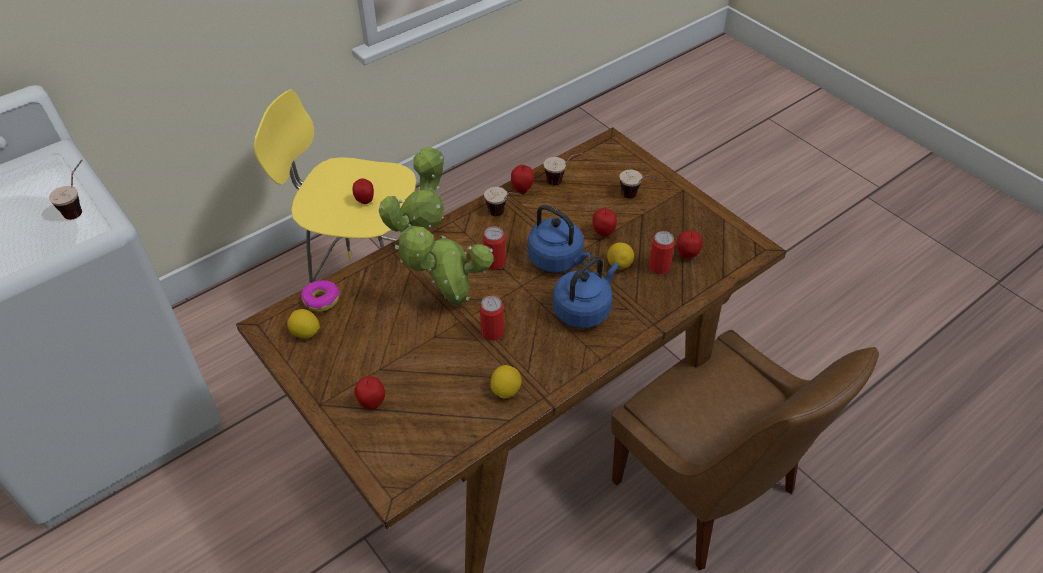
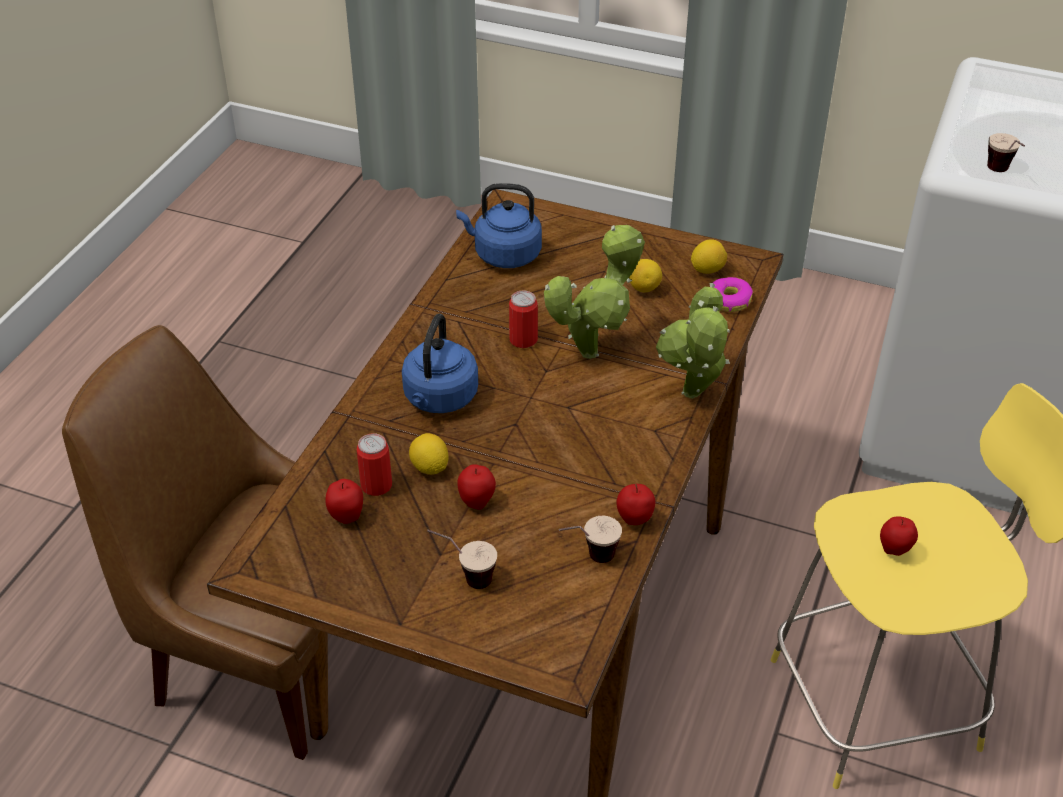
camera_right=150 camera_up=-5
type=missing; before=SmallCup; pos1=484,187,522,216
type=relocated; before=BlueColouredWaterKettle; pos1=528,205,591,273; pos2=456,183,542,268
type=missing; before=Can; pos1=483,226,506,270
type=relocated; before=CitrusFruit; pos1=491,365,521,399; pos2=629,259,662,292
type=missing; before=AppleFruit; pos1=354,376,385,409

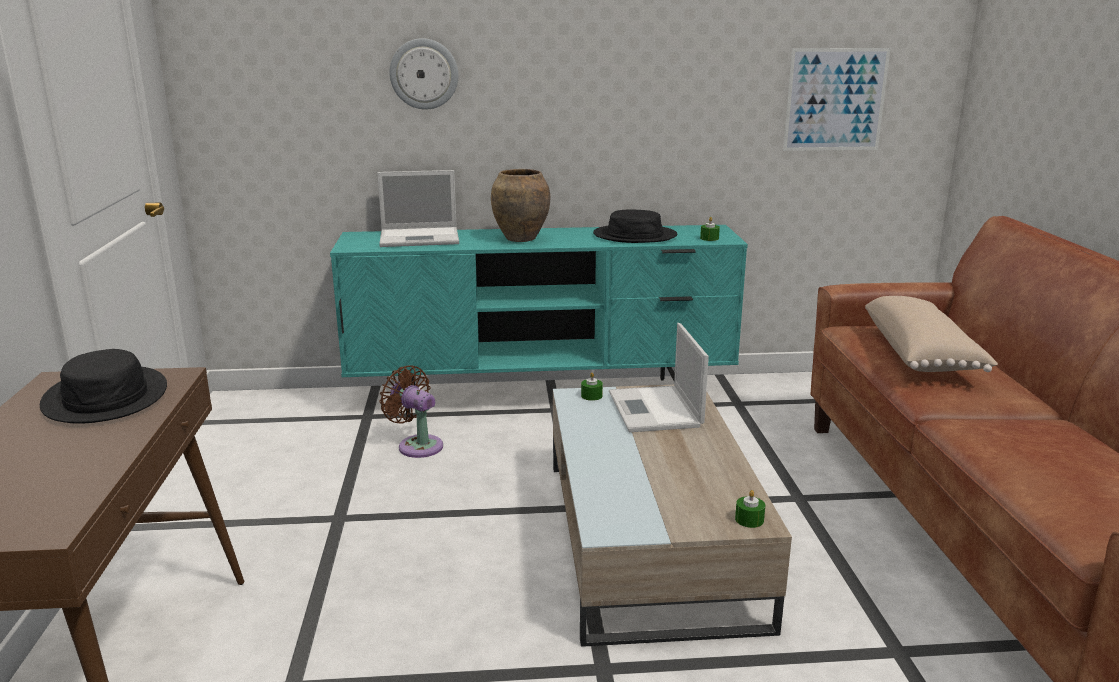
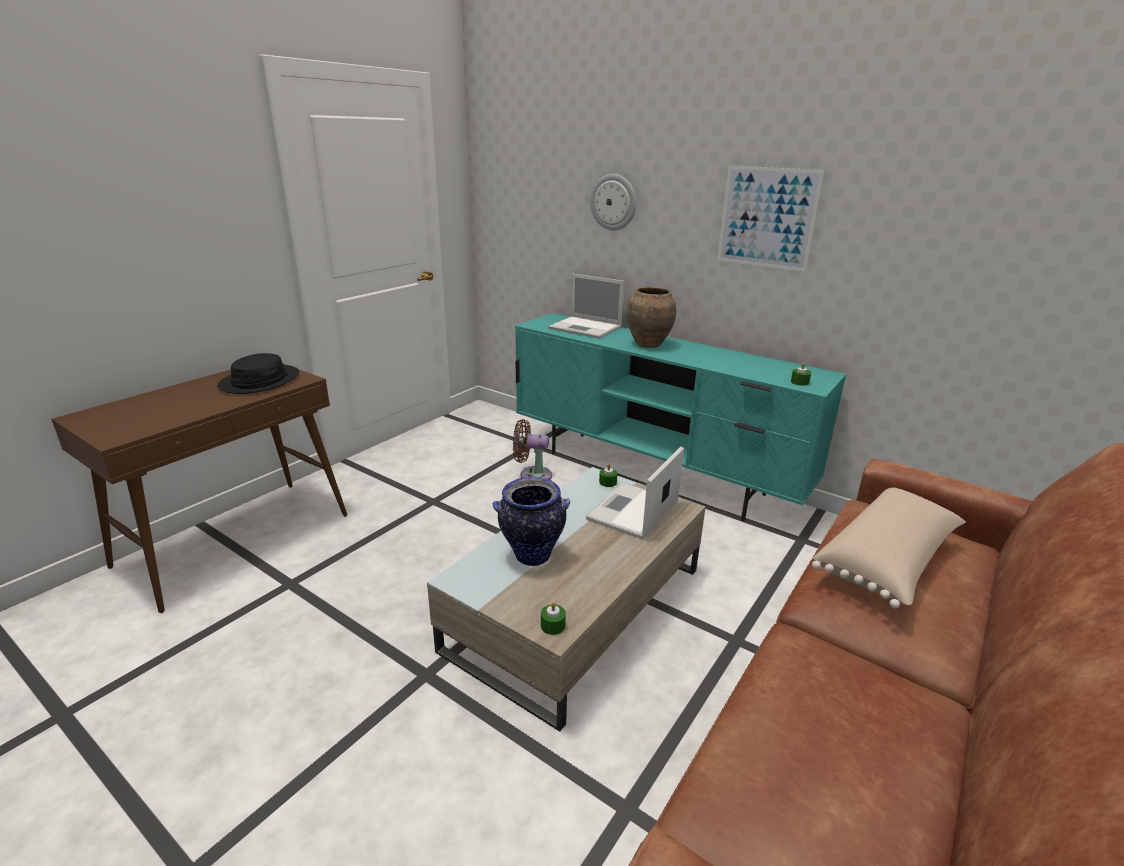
camera_right=40 camera_up=5
type=relocated; before=WallArt; pos1=783,48,891,151; pos2=717,166,825,272
type=missing; before=BlackishWearableHat; pos1=593,209,677,243
type=spun; before=BrownFan; pos1=379,365,443,458; pos2=513,419,552,480; turn=-75
type=appeared; after=Vase; pos2=493,477,570,566

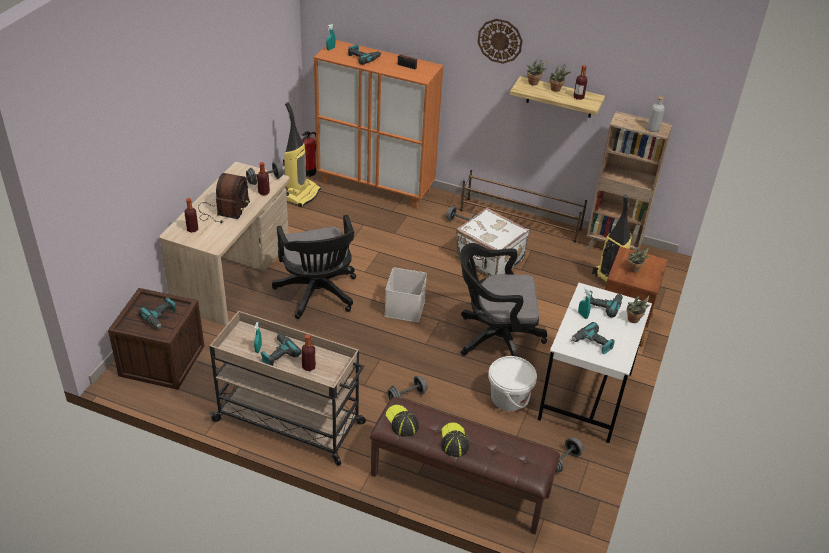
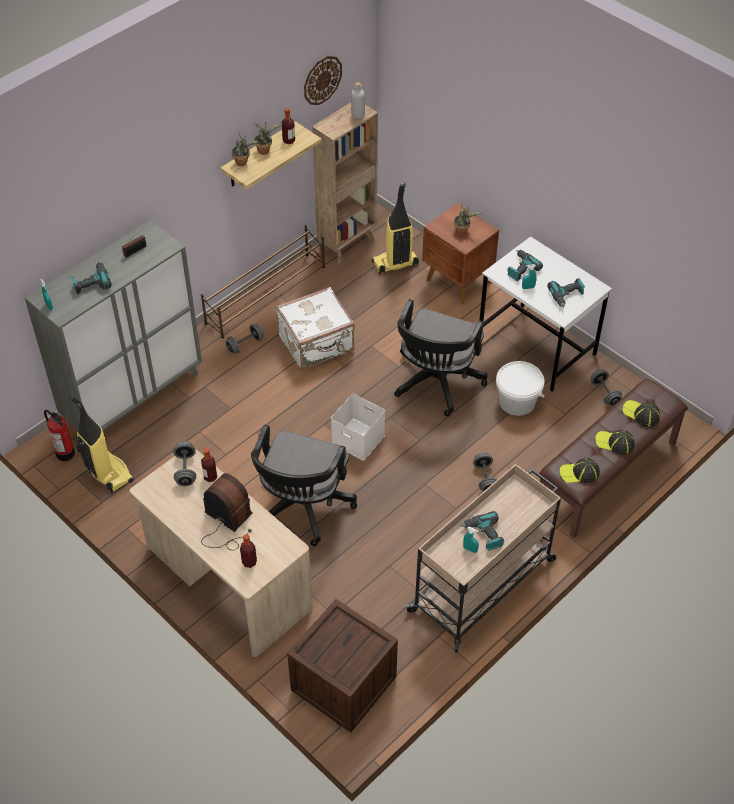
camera_right=-65 camera_up=10
type=relocated; before=WallClock; pos1=478,19,523,64; pos2=304,56,342,105
type=colour; before=OrangeyCabinet; after=GreyishCabinet; pos1=314,40,443,209; pos2=25,220,202,430
type=spun; before=BlackishDeskChair; pos1=272,215,356,319; pos2=251,425,357,546; turn=105
type=missing; before=PlantInAPot; pos1=627,295,650,323
type=missing; before=PowerDrill; pos1=138,297,176,328
type=missing; before=BeverageBottle; pos1=301,334,316,371
type=appeared; after=PeakedCap; pos2=623,400,660,427

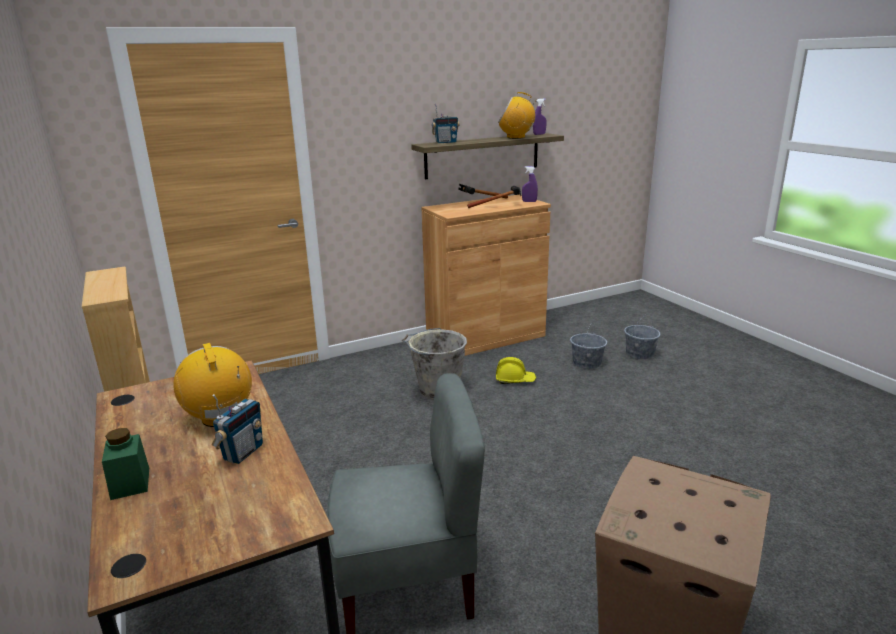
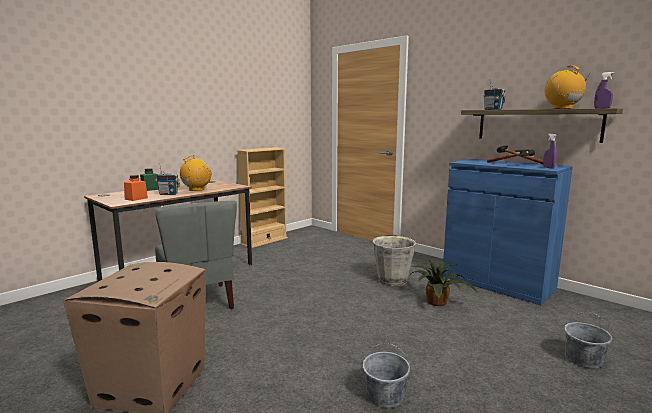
camera_right=70 camera_up=-10
type=colour; before=BrownCabinet; after=BlueColouredCabinet; pos1=421,195,551,356; pos2=443,159,573,305
type=relocated; before=GreyishBucket; pos1=570,323,607,369; pos2=363,343,410,408
type=exchanged; before=YellowHardHat; after=PlantInAPot; pos1=496,357,536,384; pos2=410,260,478,306
type=appeared; after=OrangeyStorageJar; pos2=124,175,148,201

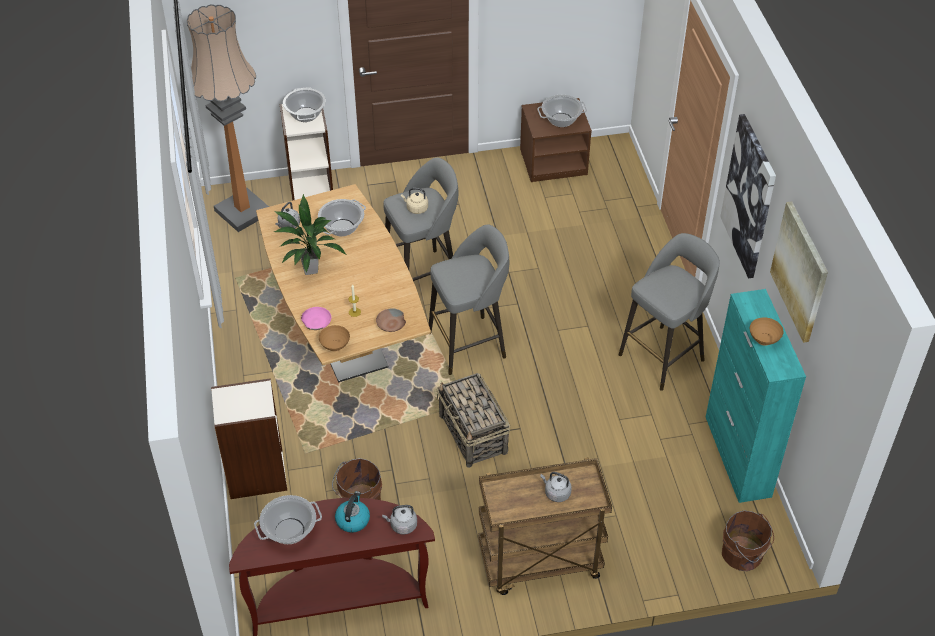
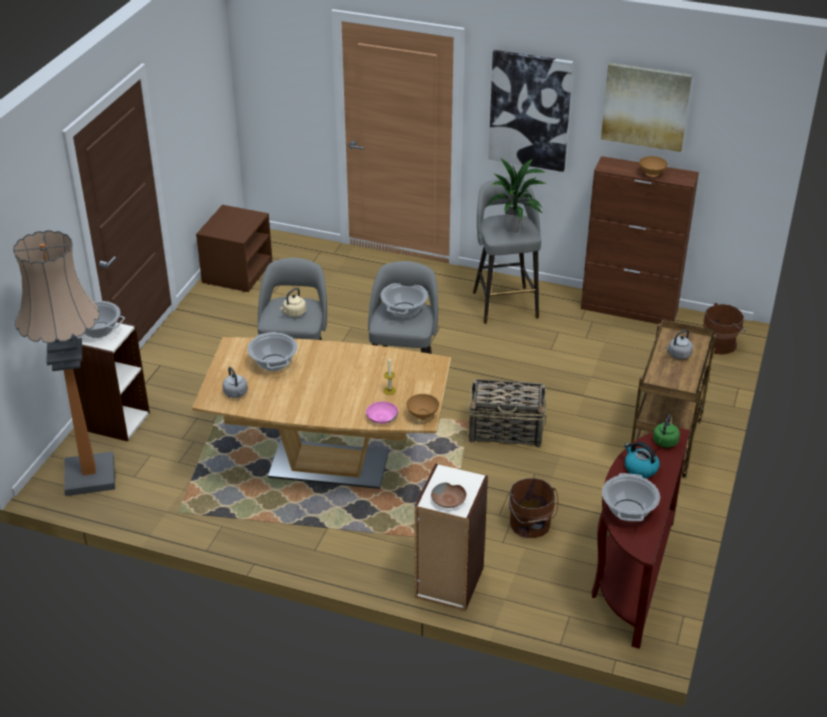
camera_right=-60 camera_up=-10
type=relocated; before=CookingPot; pos1=537,95,587,127; pos2=381,283,428,318
type=relocated; before=PlantInAPot; pos1=274,194,347,275; pos2=486,157,546,233
type=colour; before=BlueGreenCabinet; after=BrownCabinet; pos1=706,289,806,503; pos2=581,156,699,324
type=relocated; before=BrownServingBowl; pos1=376,308,406,332; pos2=431,482,466,508
type=colour; before=GreyishWaterKettle; after=GreenColouredWaterKettle; pos1=382,505,417,535; pos2=653,414,680,448

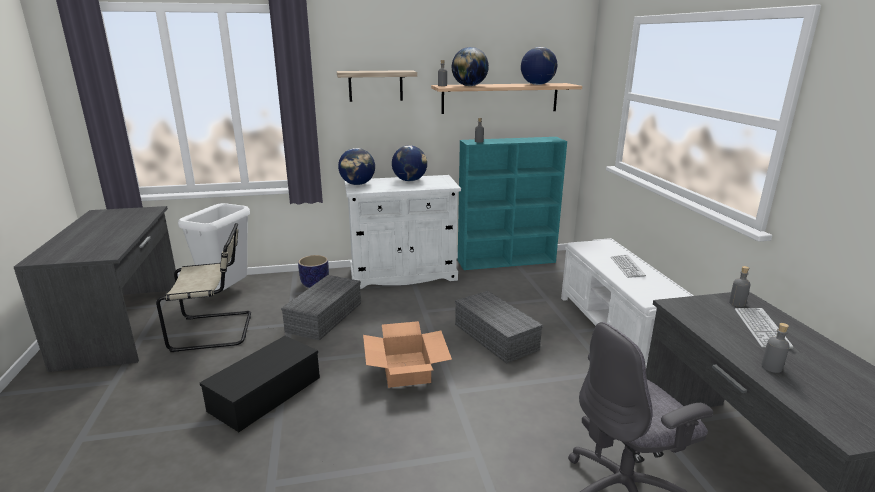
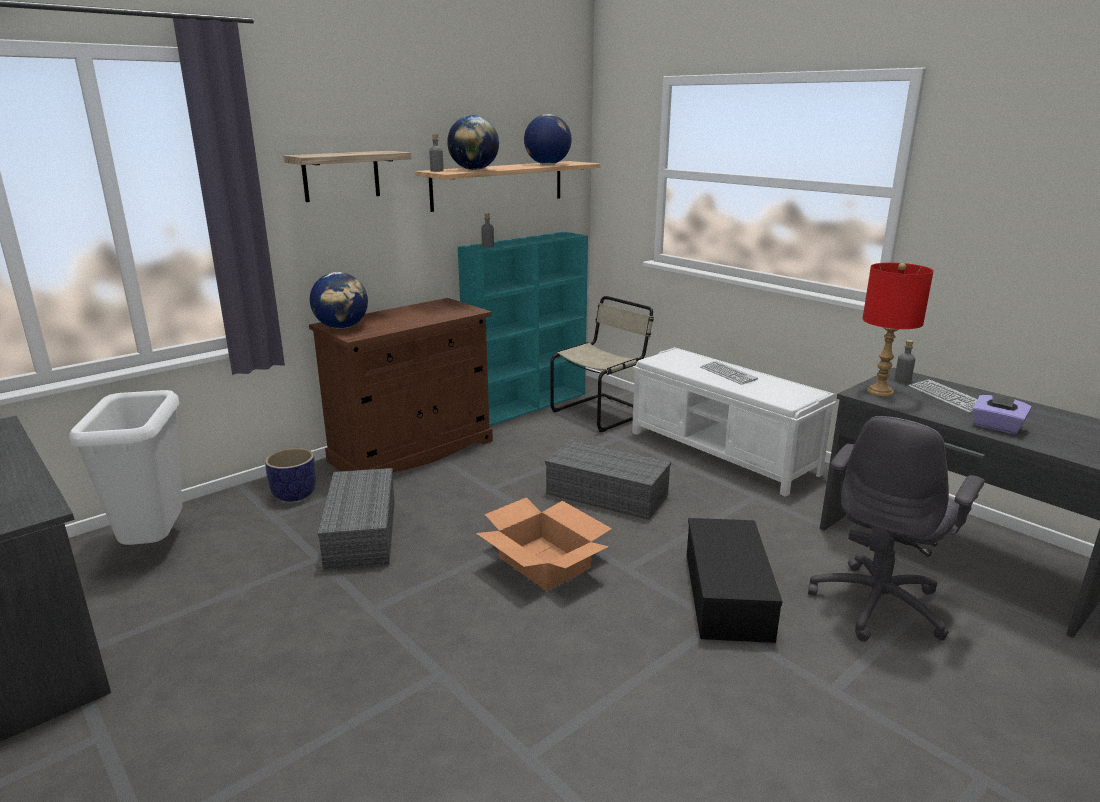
camera_right=-30 camera_up=0
type=missing; before=DeskGlobe; pos1=392,145,427,181
type=colour; before=WhitishCabinet; after=BrownCabinet; pos1=344,175,461,289; pos2=309,298,493,472
type=relocated; before=BeigeColouredUprightChair; pos1=156,223,251,352; pos2=550,296,654,432
type=exchanged; before=GreyishBeverageBottle; after=PurpleColouredTissueBox; pos1=761,323,790,373; pos2=972,392,1032,434
type=relocated; before=BlackishStorageBin; pos1=200,336,320,432; pos2=687,518,783,643
type=appeared; after=RedColouredTableLamp; pos2=862,263,934,396

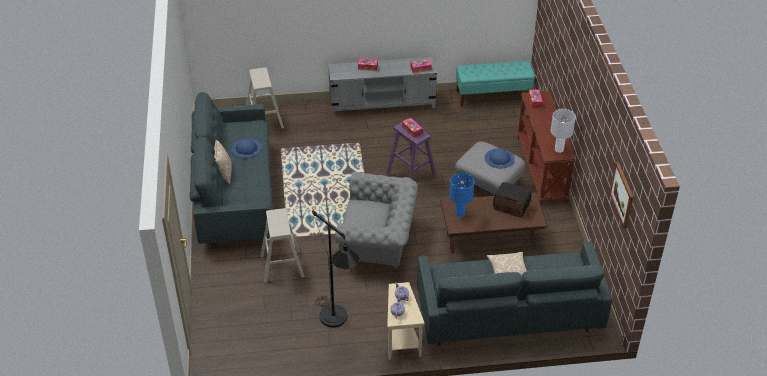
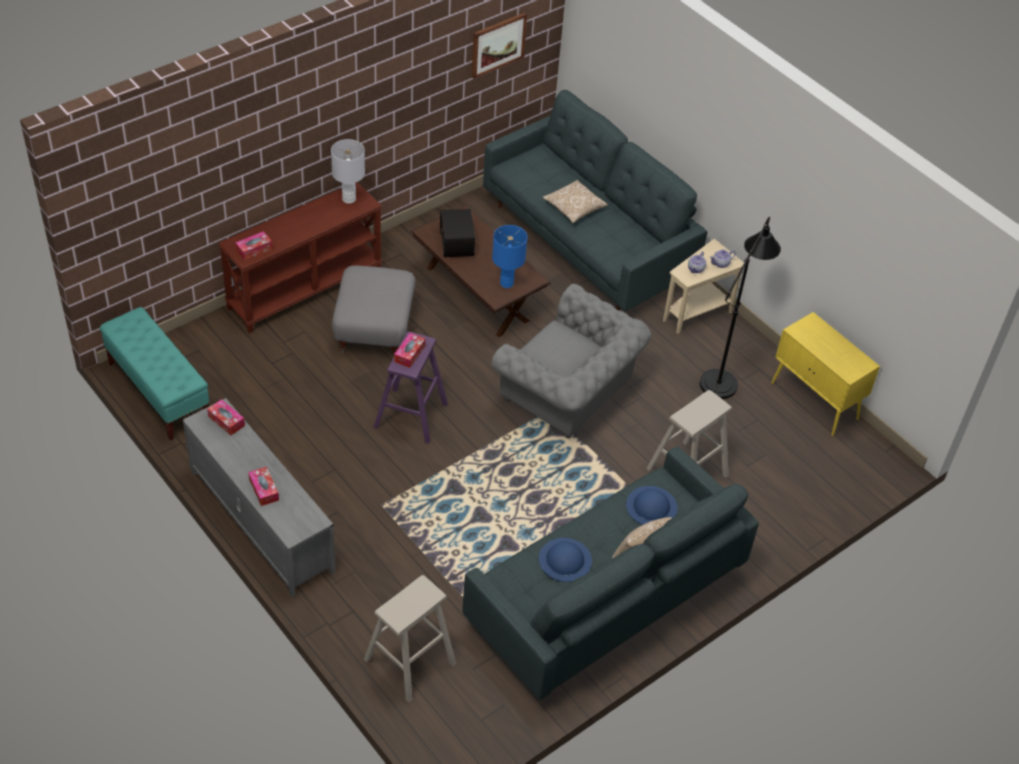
camera_right=-125 camera_up=5
type=relocated; before=BlueColouredWearableHat; pos1=485,148,515,168; pos2=626,486,677,525
type=spun; before=GreyishArmchair; pos1=335,172,418,269; pos2=491,284,652,438; turn=150
type=appeared; after=YellowCabinet; pos2=771,312,880,436

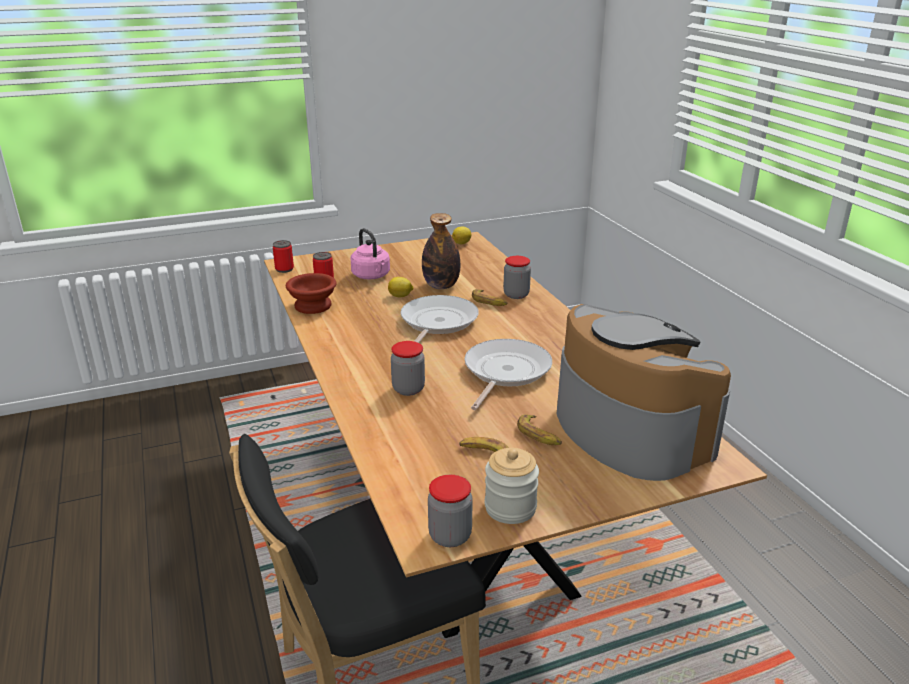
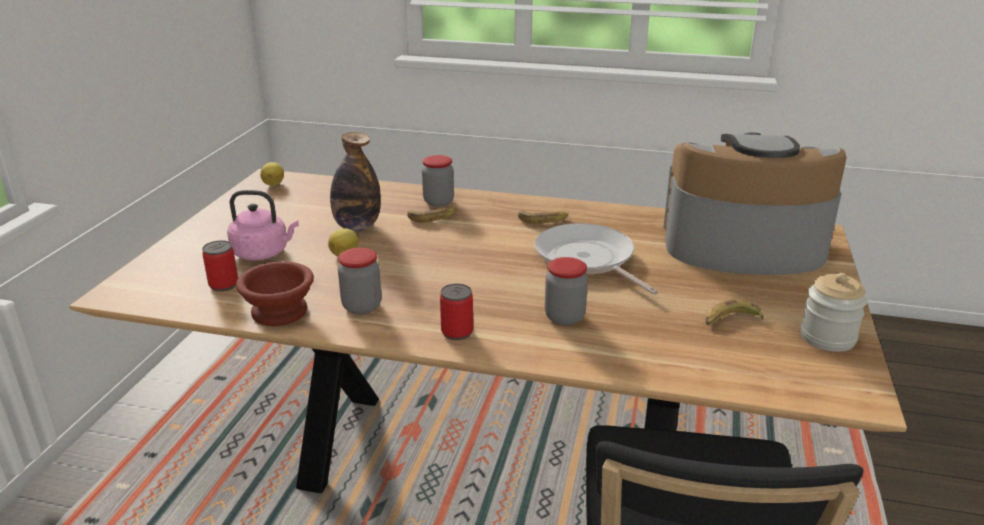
camera_right=-55 camera_up=0
type=relocated; before=Can; pos1=273,240,294,273; pos2=440,284,473,340
type=missing; before=Skillet; pos1=401,295,479,343
type=relocated; before=BananaFruit; pos1=517,414,562,445; pos2=518,210,569,224
type=relocated; before=StorageJar; pos1=428,475,473,547; pos2=338,248,381,314

